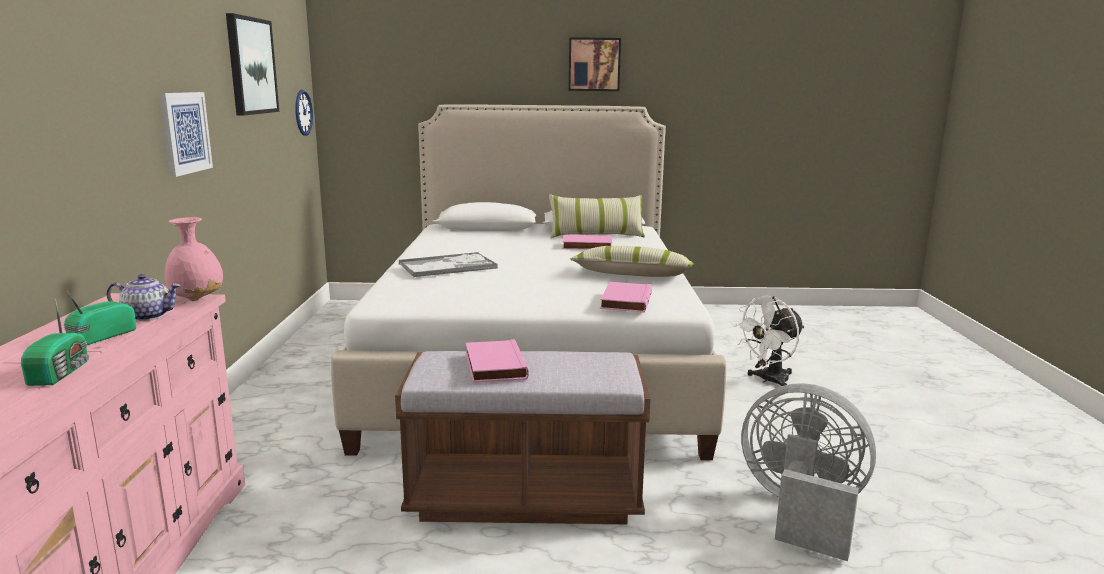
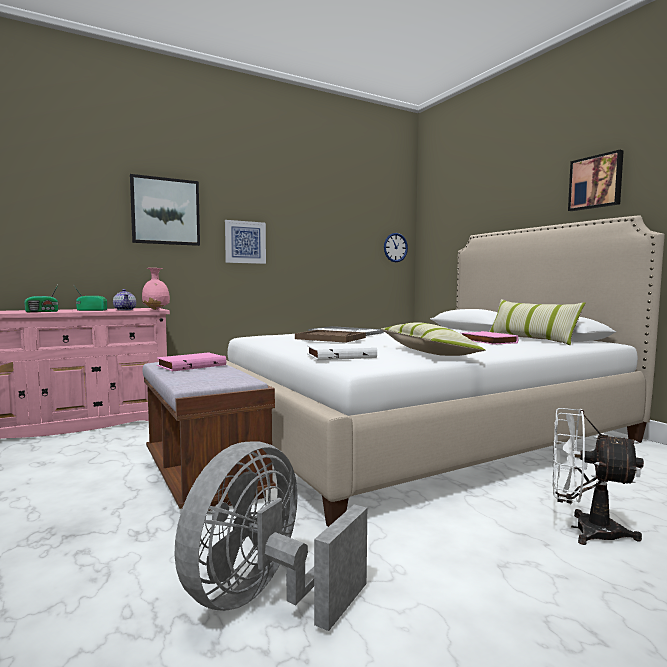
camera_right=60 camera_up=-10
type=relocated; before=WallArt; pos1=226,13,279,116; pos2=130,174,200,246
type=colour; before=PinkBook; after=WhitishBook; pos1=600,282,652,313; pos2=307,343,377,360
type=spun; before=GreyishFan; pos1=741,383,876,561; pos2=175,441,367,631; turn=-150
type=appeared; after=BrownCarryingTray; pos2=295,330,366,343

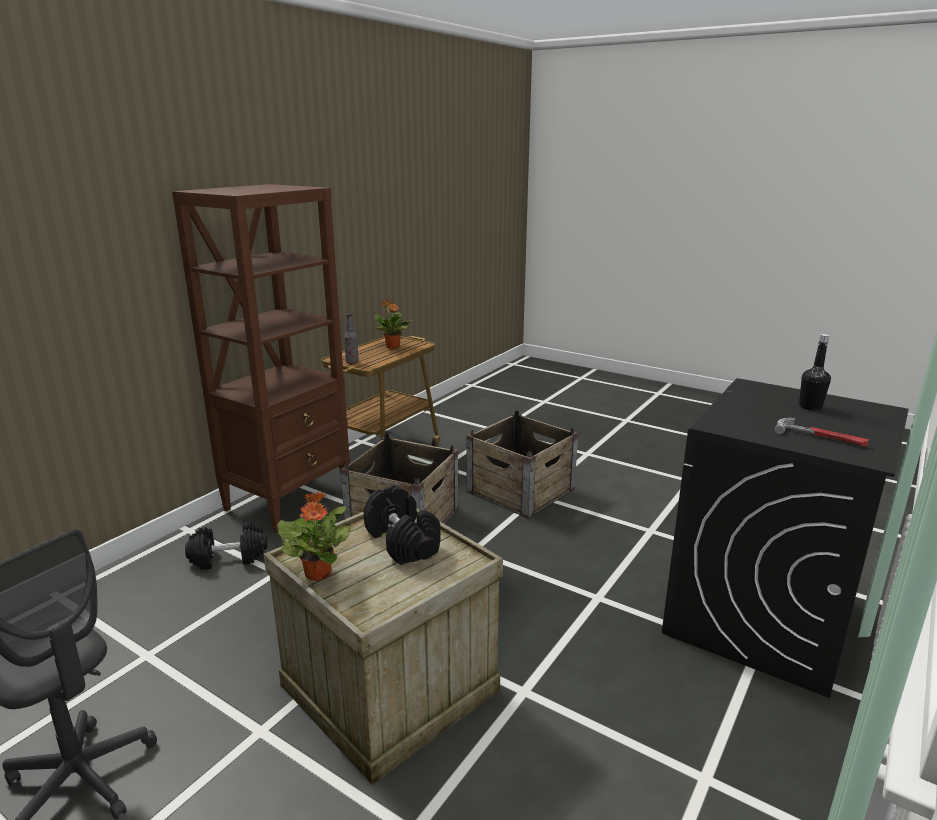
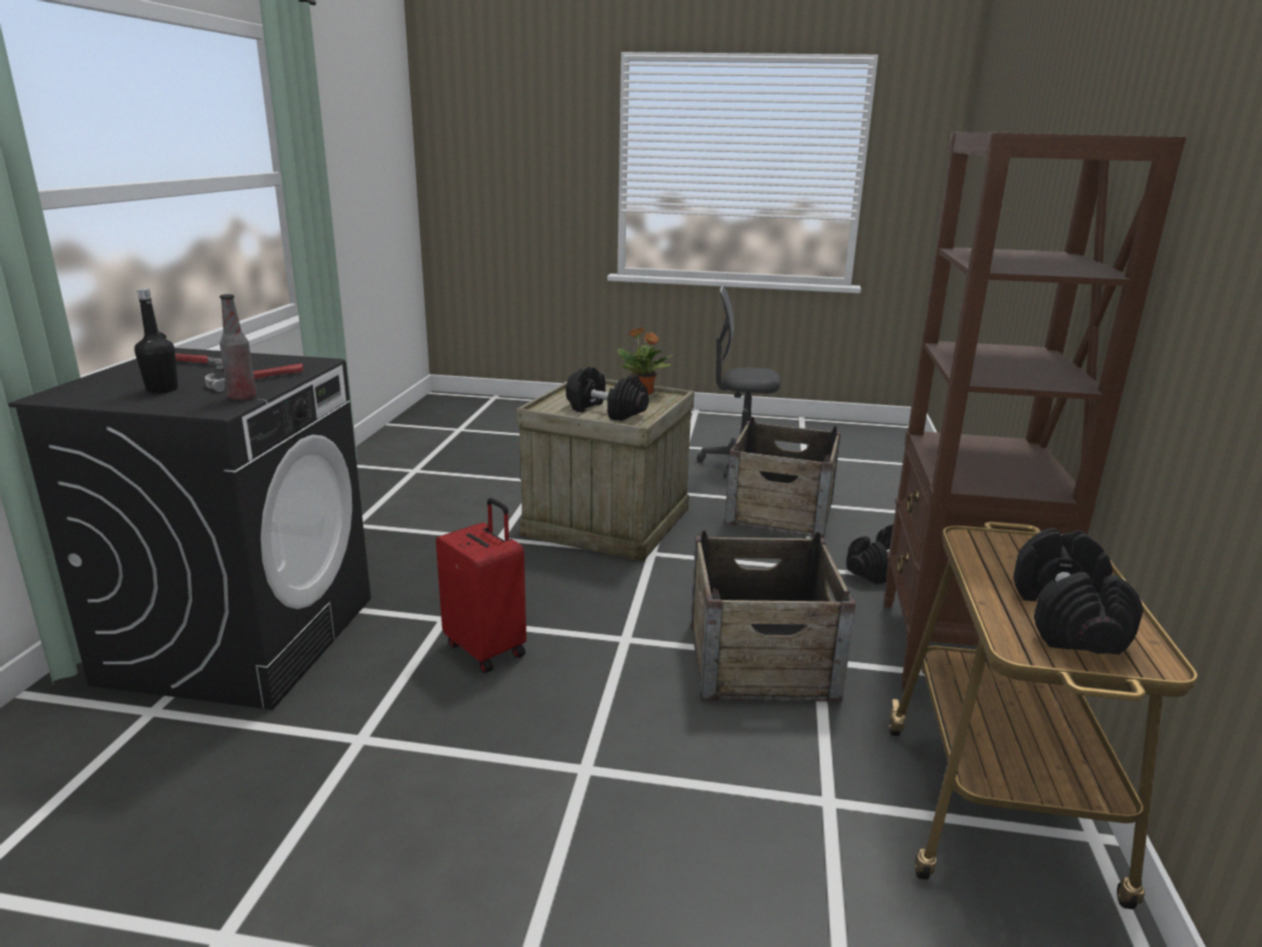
camera_right=155 camera_up=0
type=exchanged; before=PlantInAPot; after=BlackishHandWeight; pos1=375,300,412,348; pos2=1013,528,1143,654
type=relocated; before=BeverageBottle; pos1=344,313,359,364; pos2=220,294,257,401
type=relocated; before=ShippingCrate; pos1=466,410,578,519; pos2=725,417,841,538
type=appeared; after=Hammer; pos2=205,364,304,392
type=appeared; after=RedColouredPieceOfLuggage; pos2=436,498,527,673

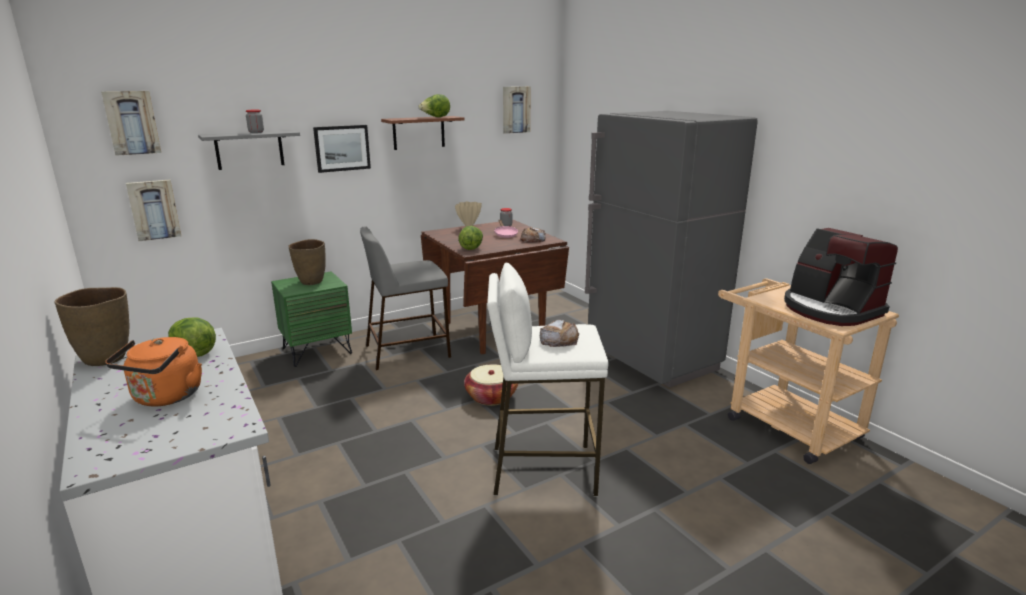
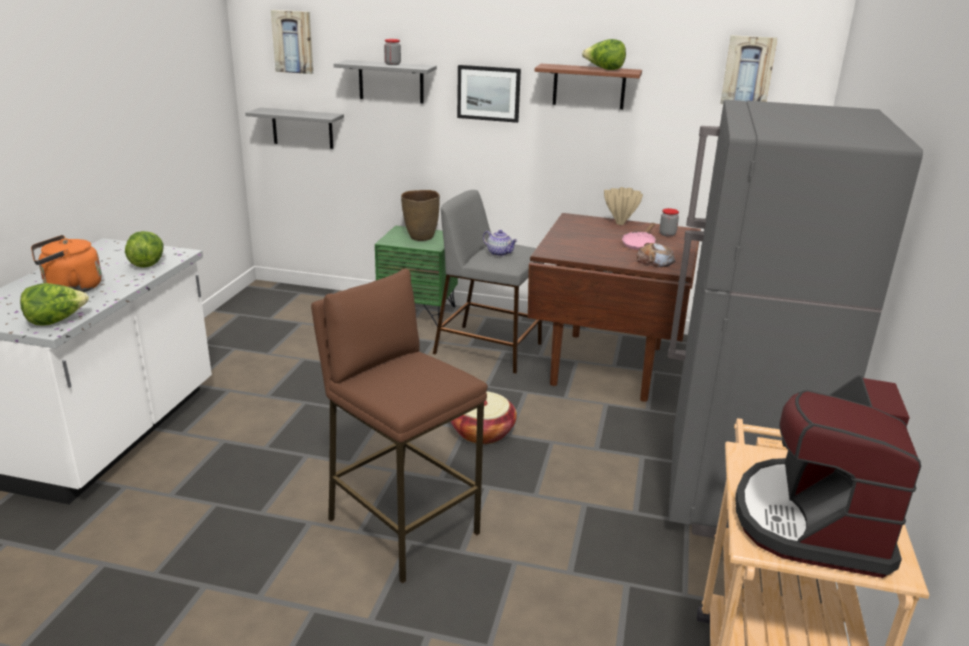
camera_right=45 camera_up=5
type=exchanged; before=WallArt; after=GreyishBracketShelf; pos1=126,180,181,241; pos2=245,107,344,149
type=relocated; before=Lettuce; pos1=458,226,483,250; pos2=20,283,89,326
type=colour; before=WhitishStool; after=BrownStool; pos1=487,263,609,496; pos2=311,268,488,583
type=missing; before=BrownVase; pos1=54,287,129,366
type=missing; before=Bread; pos1=540,320,579,347
type=appeared; after=Teapot; pos2=483,230,518,256

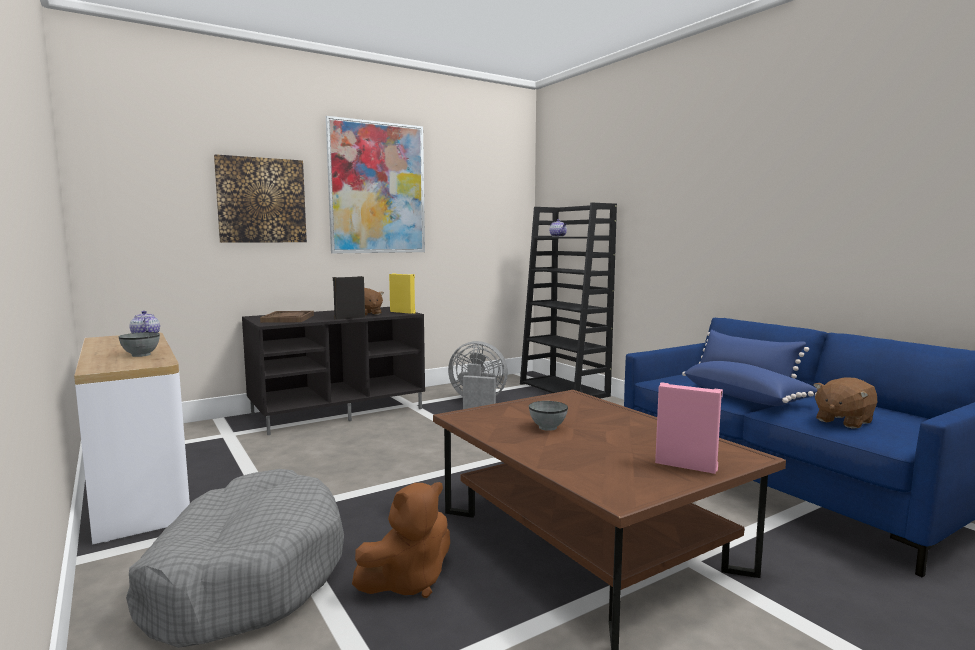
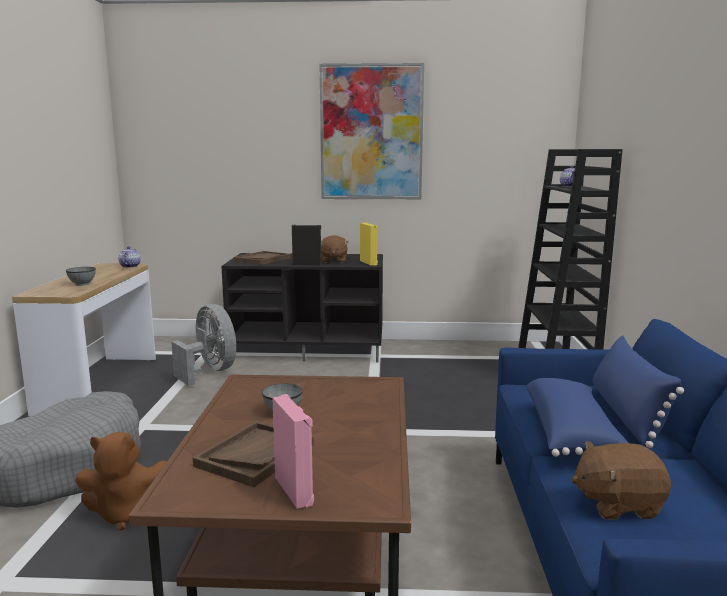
camera_right=35 camera_up=5
type=missing; before=WallArt; pos1=214,154,307,243
type=relocated; before=GreyishFan; pos1=448,341,508,409; pos2=171,304,236,386
type=appeared; after=BrownCarryingTray; pos2=193,421,314,487

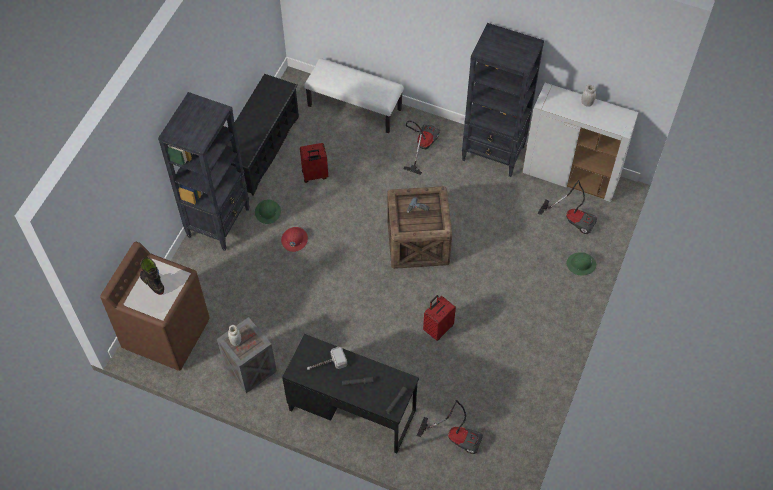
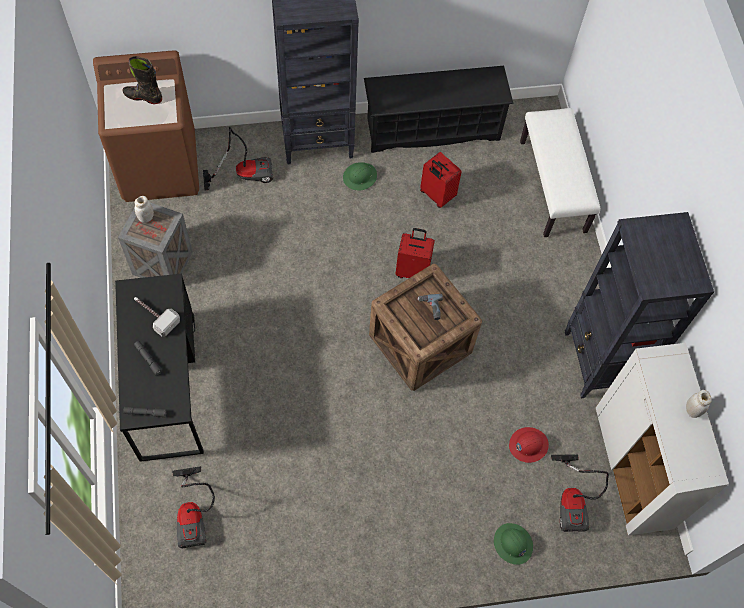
camera_right=55 camera_up=5
type=relocated; before=Vacuum; pos1=403,121,440,175; pos2=203,127,273,191
type=relocated; before=RedColouredHardHat; pos1=281,227,308,252; pos2=509,427,549,463
type=spun; before=BlackishBoot; pos1=140,257,164,295; pos2=122,56,162,104; turn=-90
type=relocated; before=RedColouredPieceOfLuggage; pos1=423,295,456,341; pos2=395,228,435,278

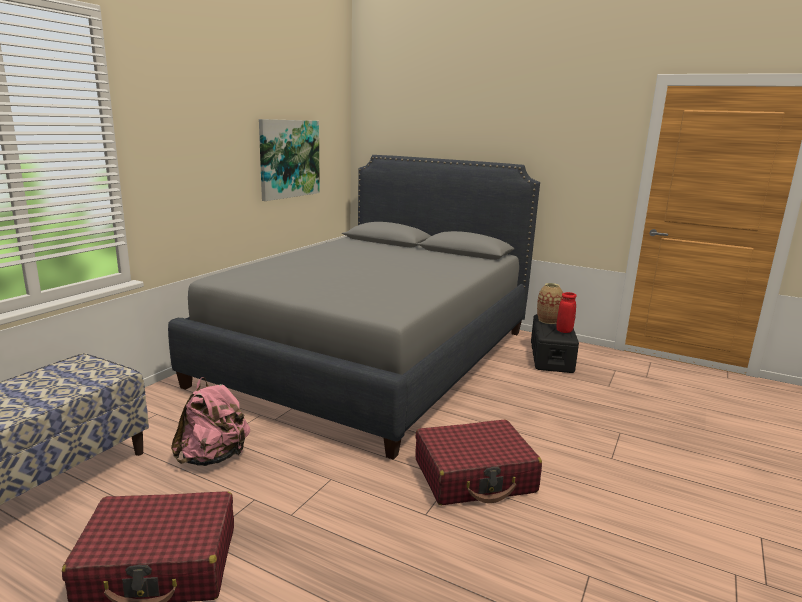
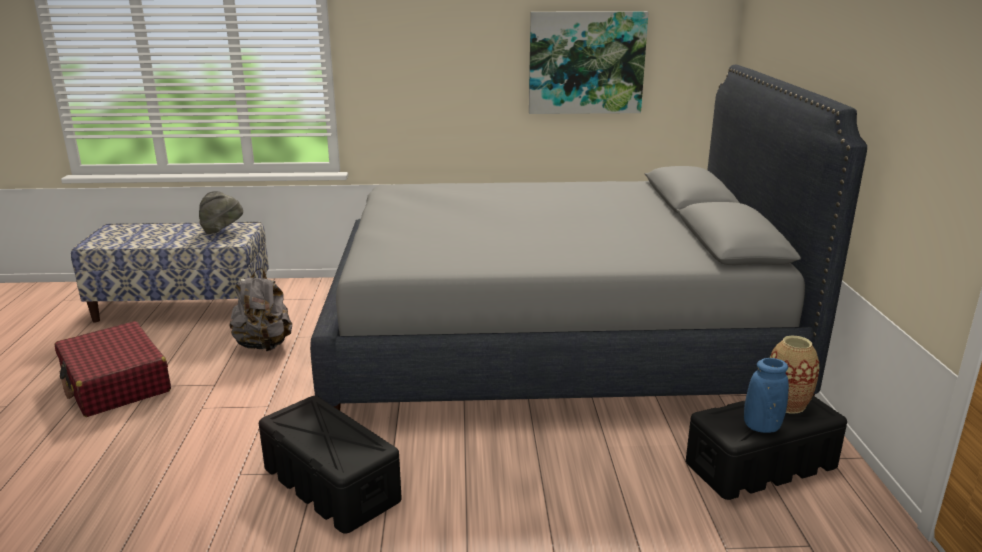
camera_right=60 camera_up=5
type=colour; before=RedColouredVase; after=BlueColouredVase; pos1=556,292,577,333; pos2=744,358,789,433
type=colour; before=PinkBackpack; after=GreyishBackpack; pos1=171,377,250,466; pos2=230,268,292,351
type=exchanged; before=RedColouredPieceOfLuggage; after=BlackishStorageBin; pos1=415,420,542,505; pos2=259,396,402,534
type=appeared; after=GreyishWearableHat; pos2=199,191,243,234

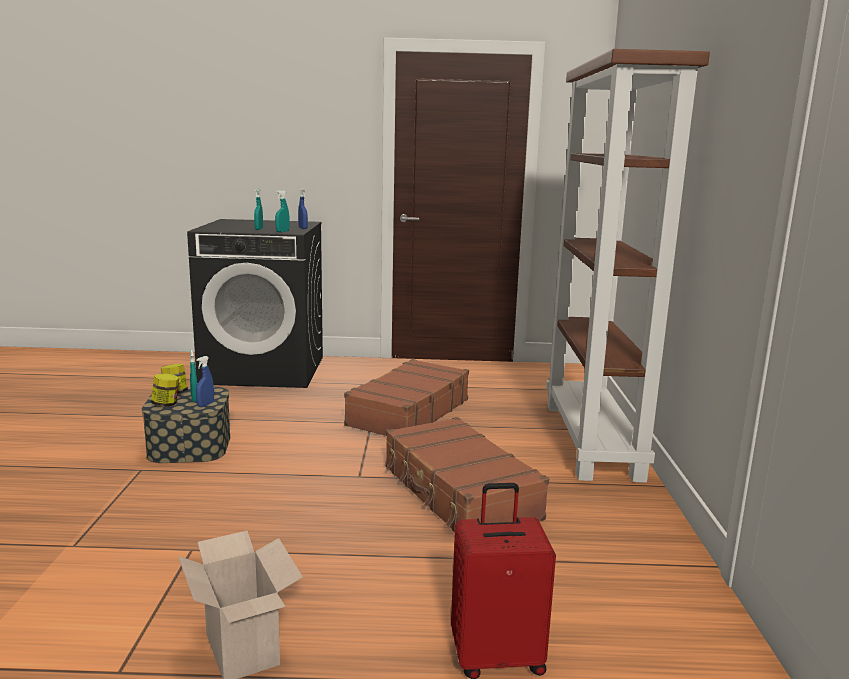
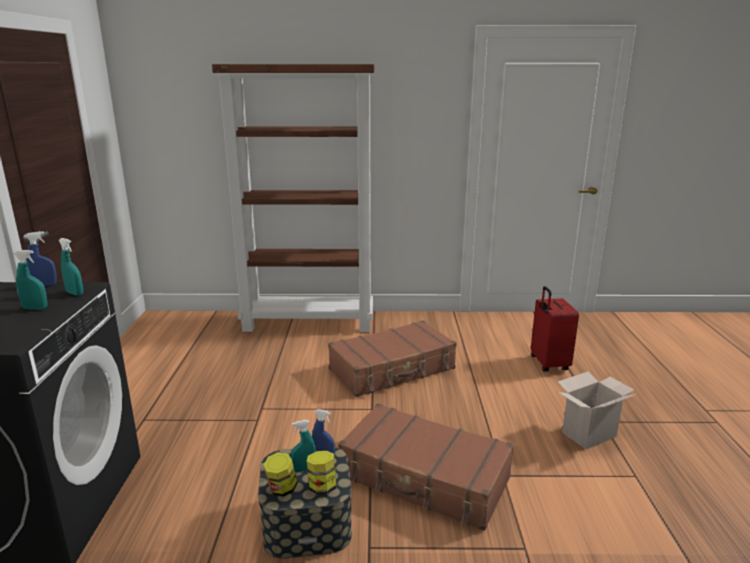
camera_right=-90 camera_up=5
type=relocated; before=BrownPieceOfLuggage; pos1=344,359,469,436; pos2=338,403,514,531

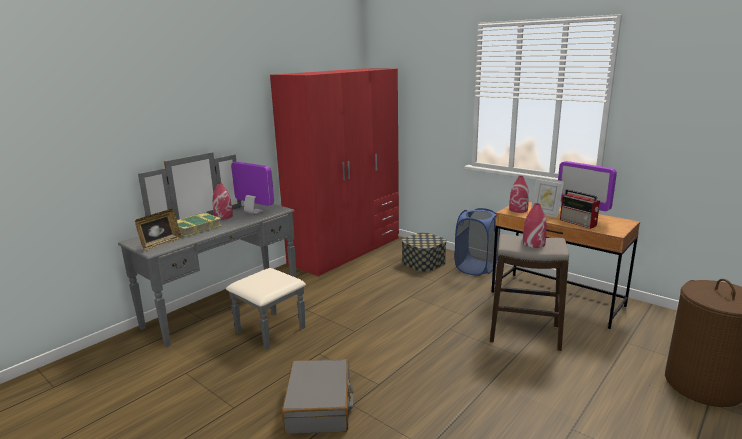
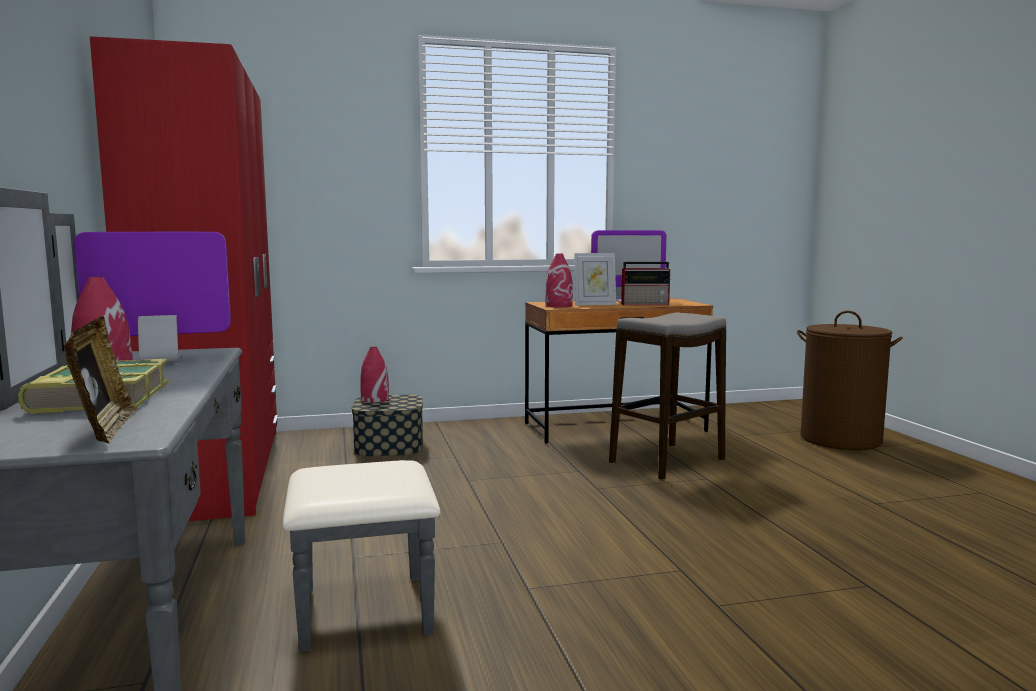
camera_right=-55 camera_up=-10
type=relocated; before=RedColouredVase; pos1=523,203,547,248; pos2=360,347,389,403
type=missing; before=BlueColouredWashingBasket; pos1=455,208,500,276
type=missing; before=GreyishPieceOfLuggage; pos1=282,359,354,434

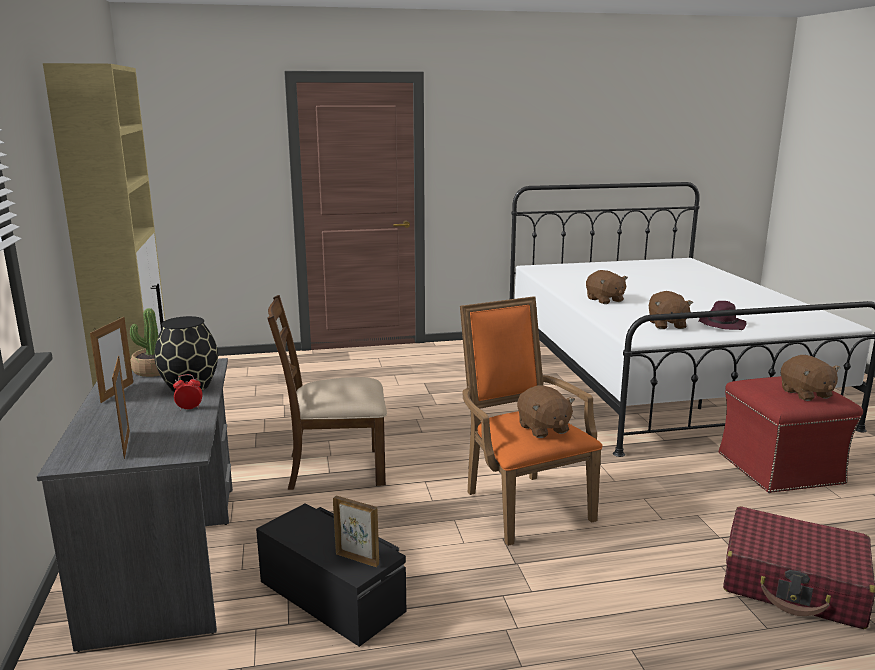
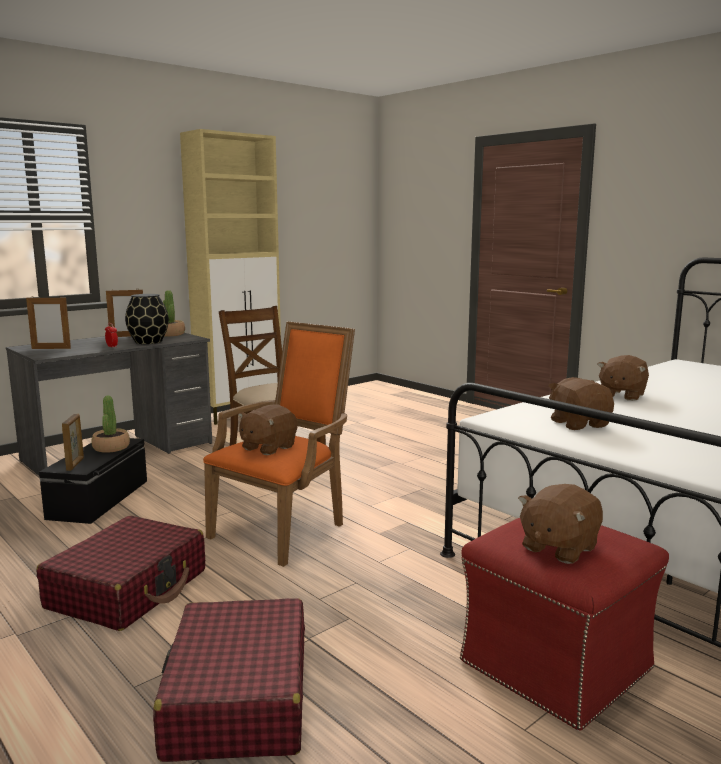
camera_right=60 camera_up=-5
type=spun; before=BrownPlushToy; pos1=648,291,693,329; pos2=548,377,614,430; turn=105
type=missing; before=PurpleColouredWearableHat; pos1=699,301,747,330
type=spun; before=PictureFrame; pos1=112,356,130,459; pos2=26,298,71,349; turn=-135
type=appeared; after=PlantInAPot; pos2=91,396,130,453
type=appeared; after=RedColouredPieceOfLuggage; pos2=36,516,205,631

